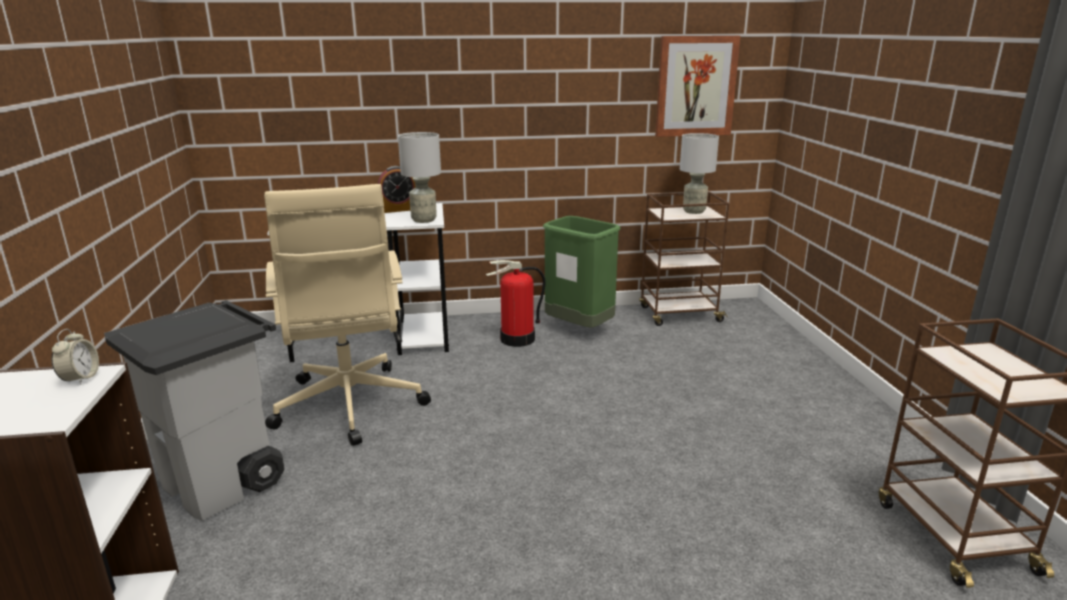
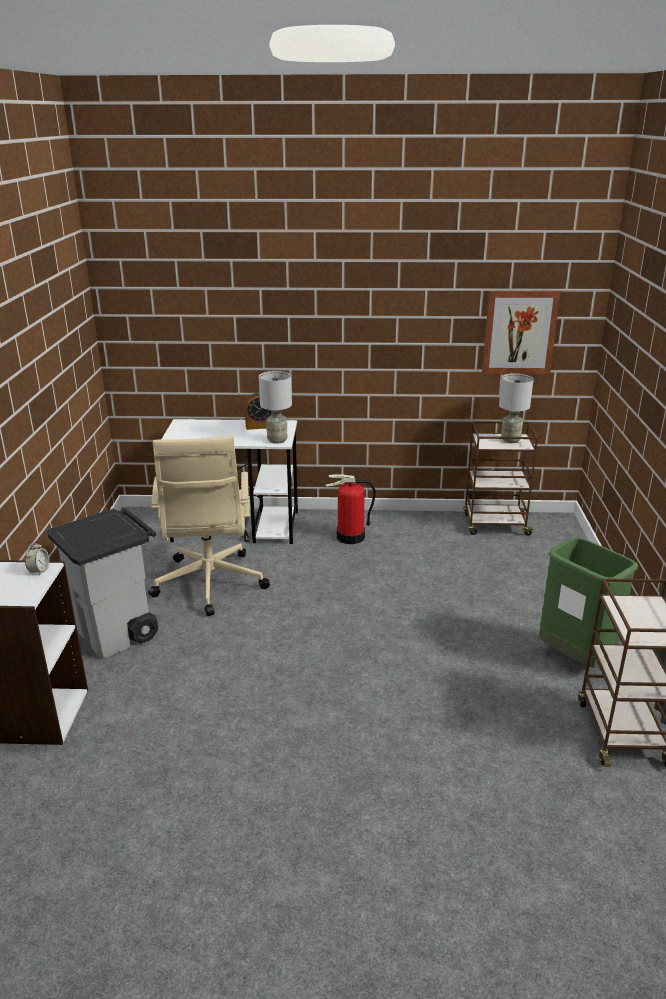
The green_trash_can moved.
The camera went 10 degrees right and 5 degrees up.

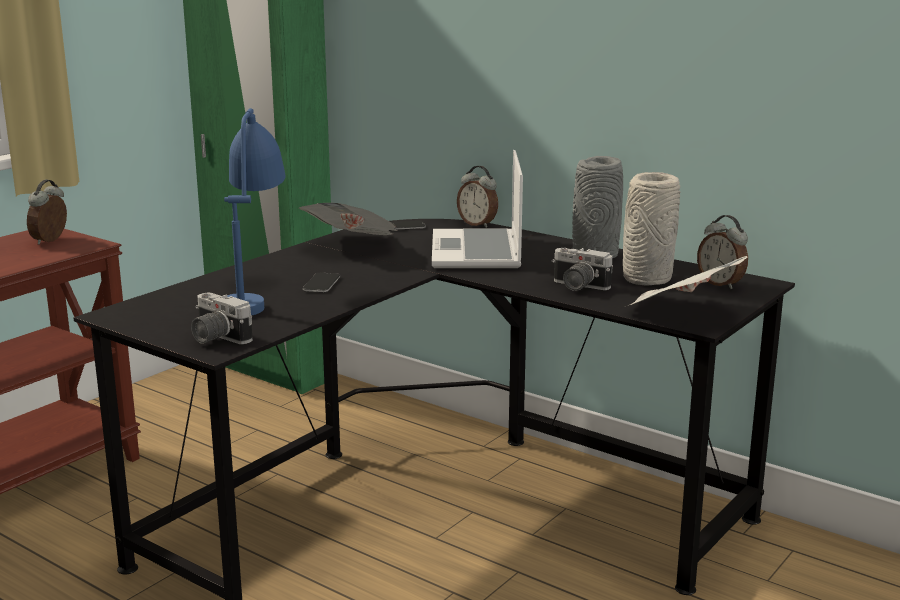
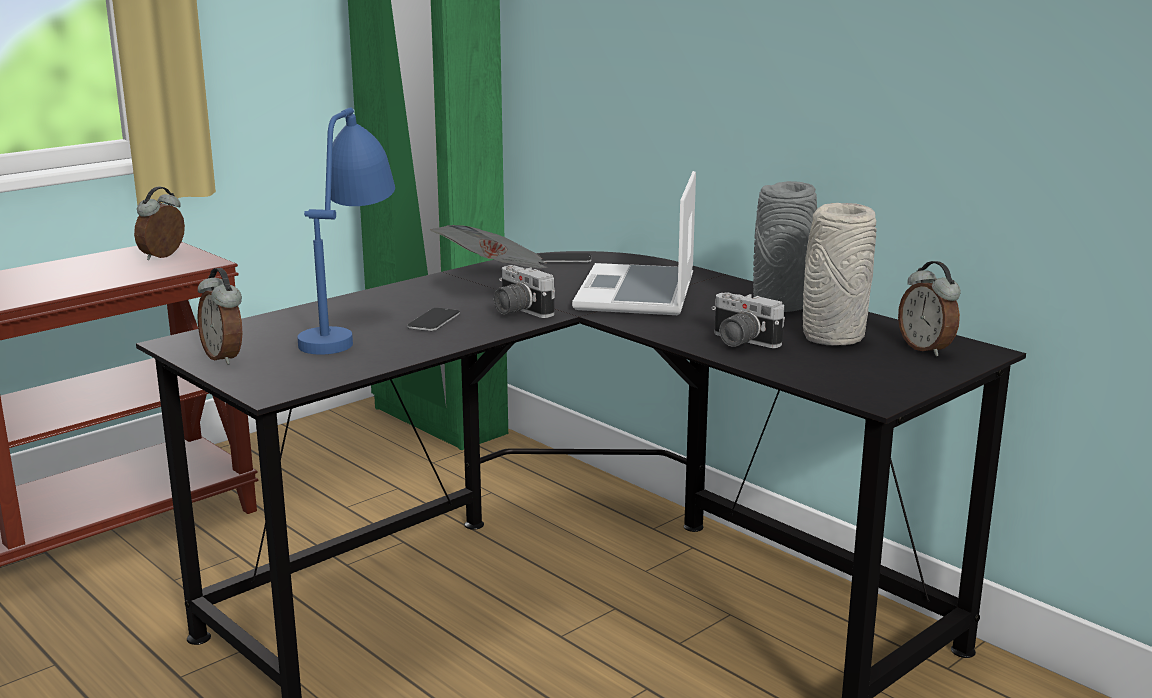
The alarm_clock (2nd from left) moved.
The newspaper (2nd from left) disappeared.
The photo_camera (1st from left) moved.
The camera went 10 degrees right and 0 degrees up.

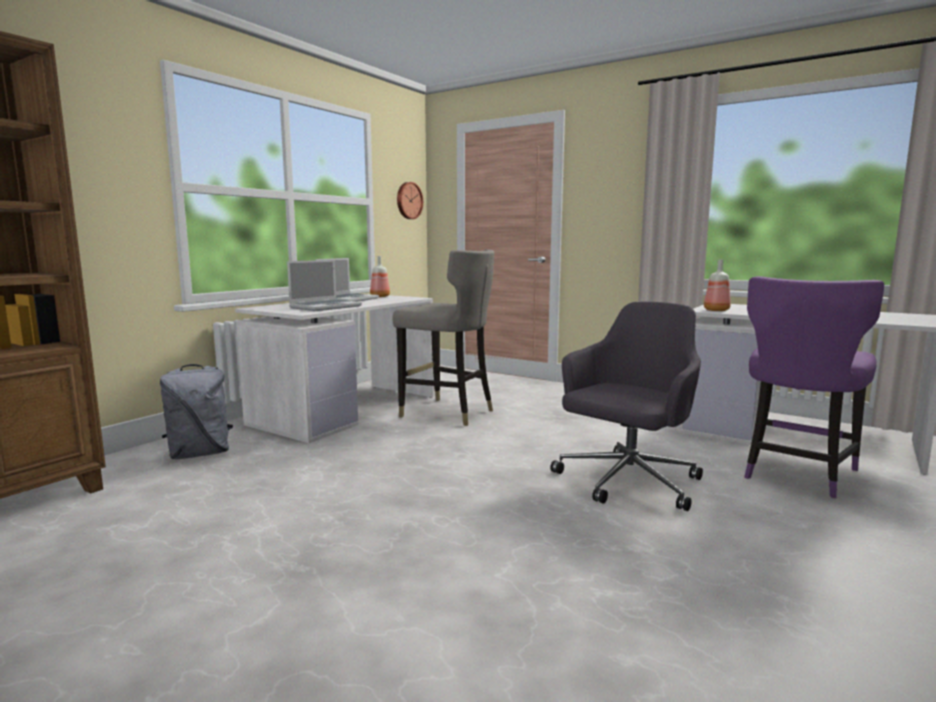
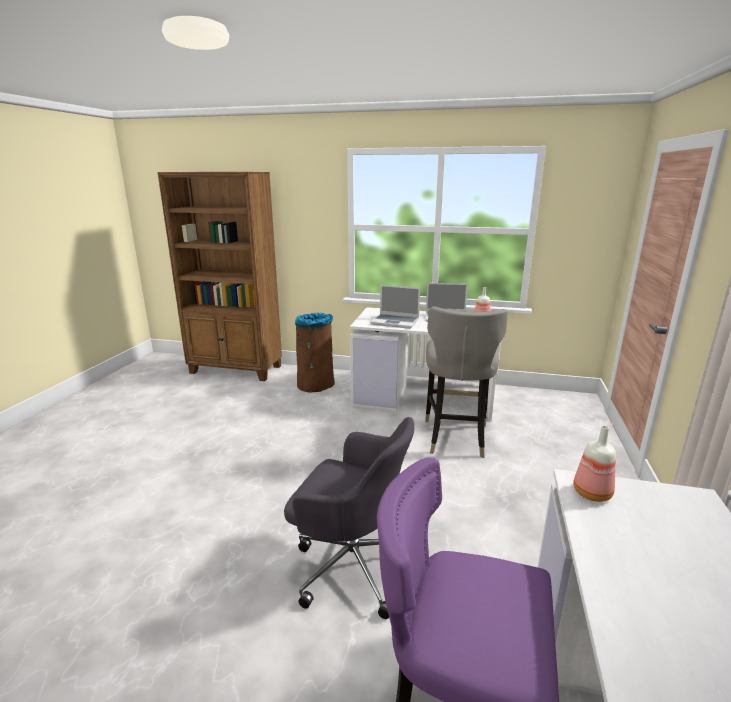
The wall_clock disappeared.
The grey_backpack was replaced by the brown_trash_can.
The camera went 70 degrees right and 10 degrees up.

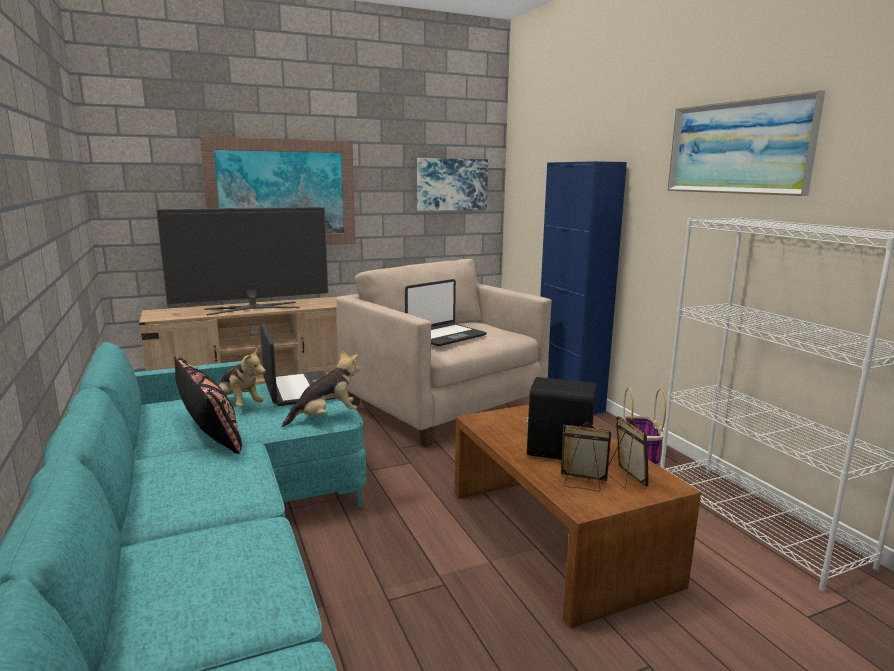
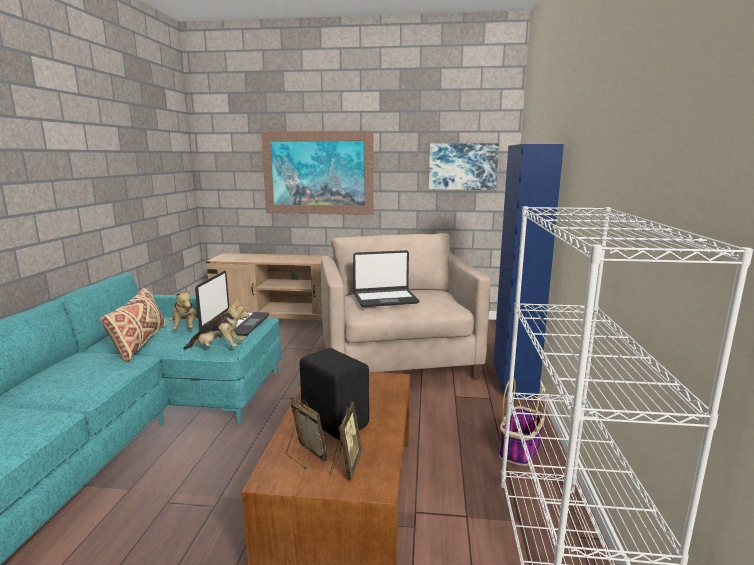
The picture (3rd from left) disappeared.
The television disappeared.
The black_pillow became the beige_pillow.
The camera went 30 degrees right and 0 degrees up.

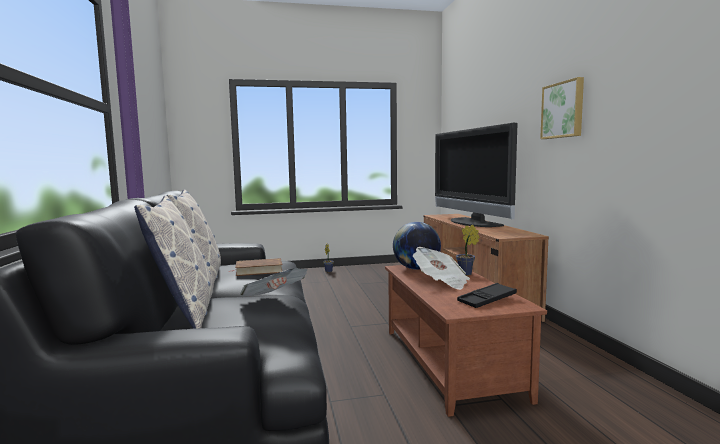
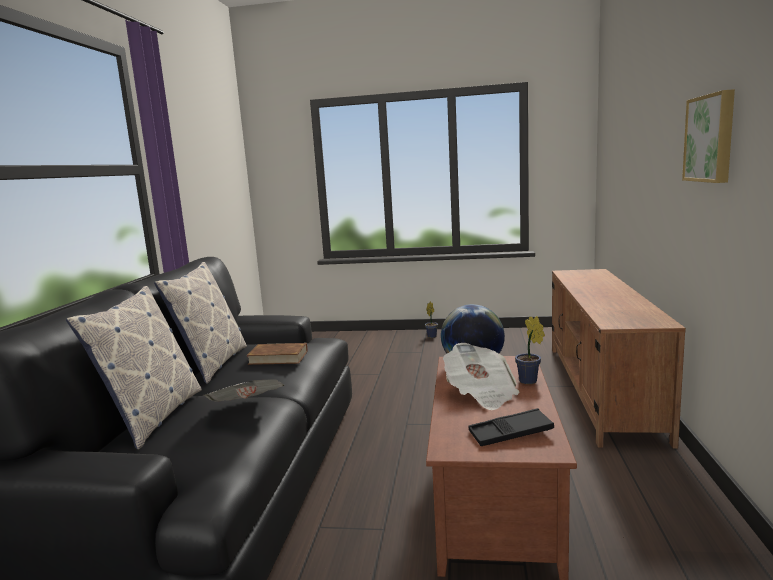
The television disappeared.
The camera went 20 degrees right and 5 degrees up.

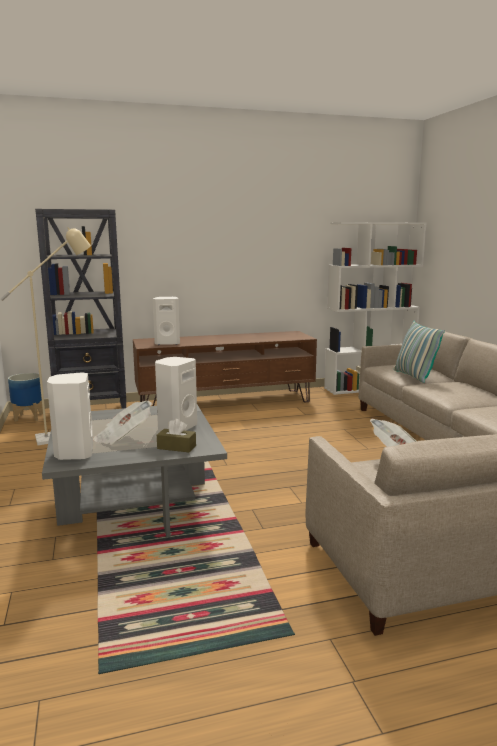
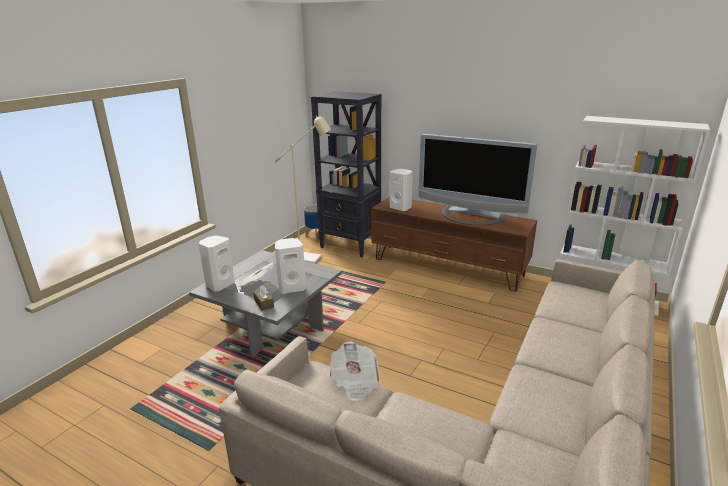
The pillow disappeared.
The television appeared.
The camera went 45 degrees right and 10 degrees up.

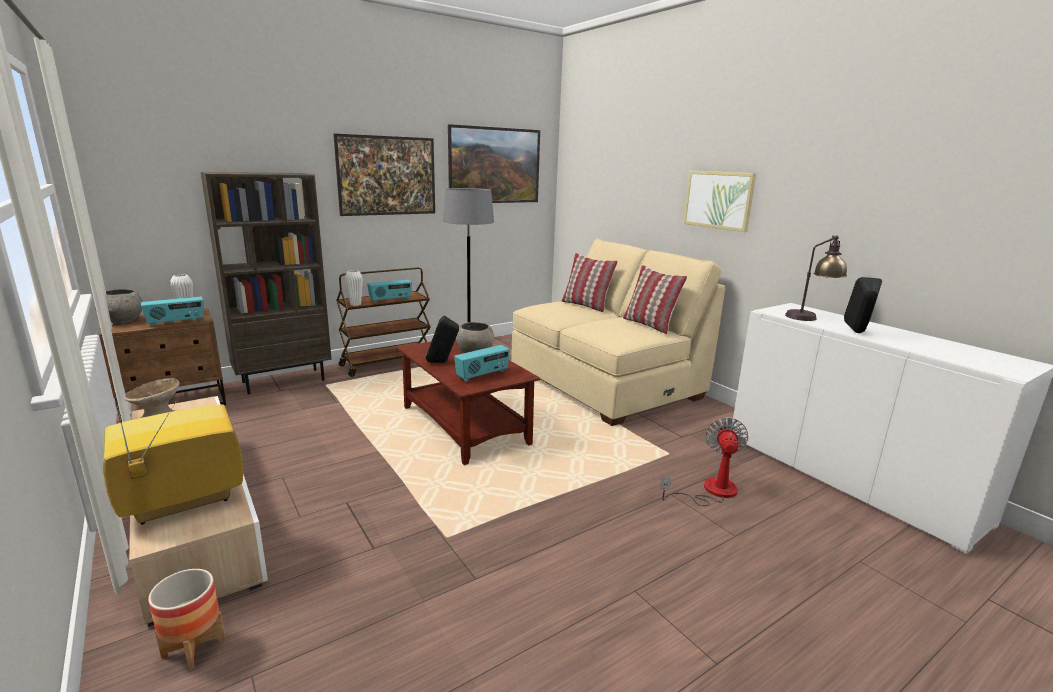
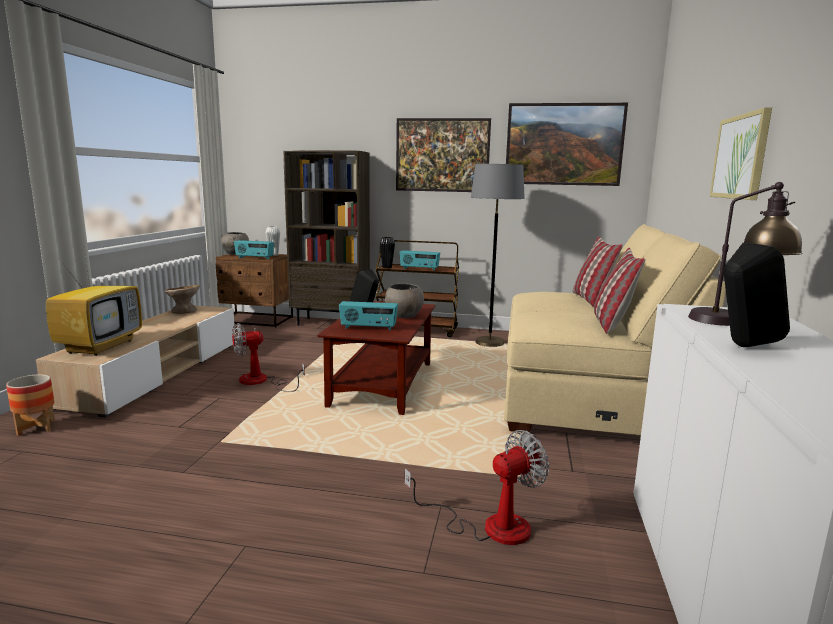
The white_vase (2nd from left) became the black_vase.
The television turned 90 degrees clockwise.
The fan (1st from left) appeared.
The camera went 45 degrees right and 5 degrees down.

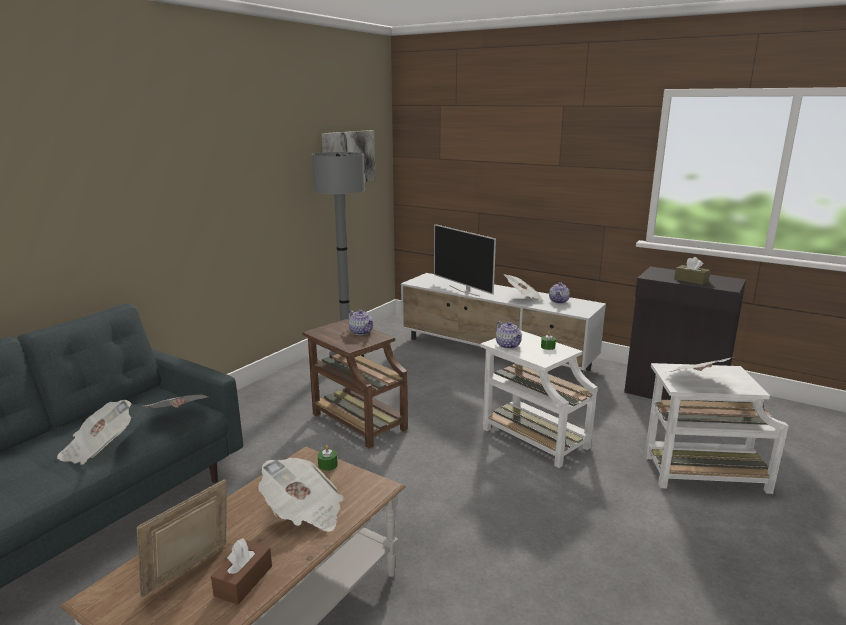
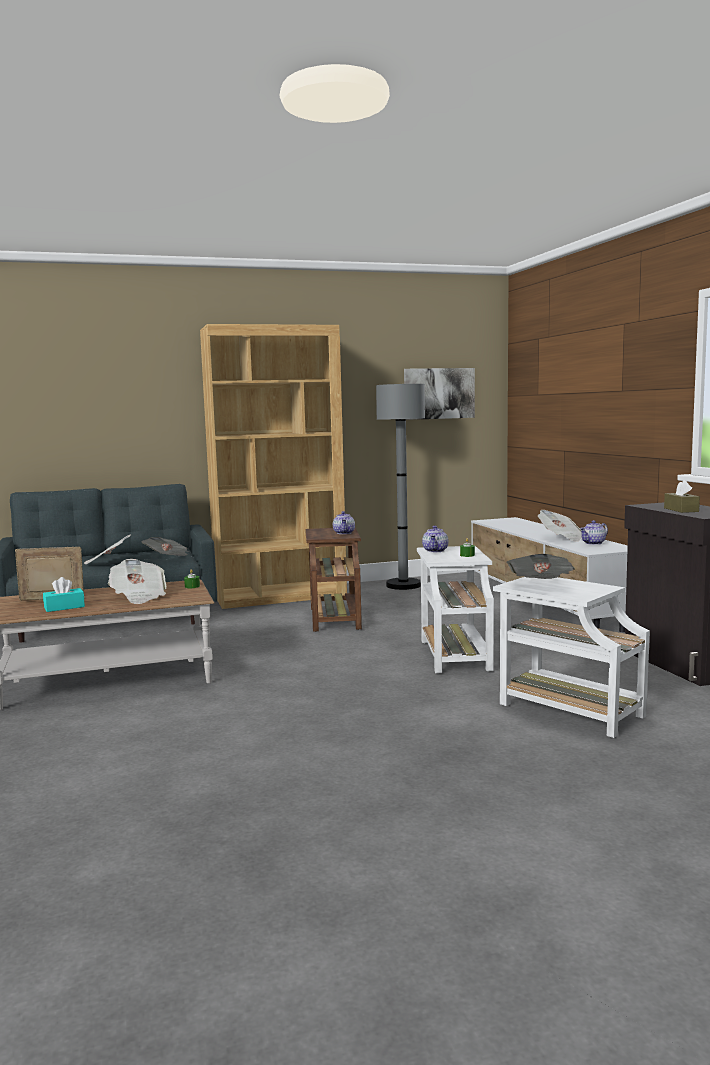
The television disappeared.
The brown_tissue_box (1st from left) became the turquoise_tissue_box.
The brown_bookcase appeared.
The camera went 40 degrees right and 10 degrees down.

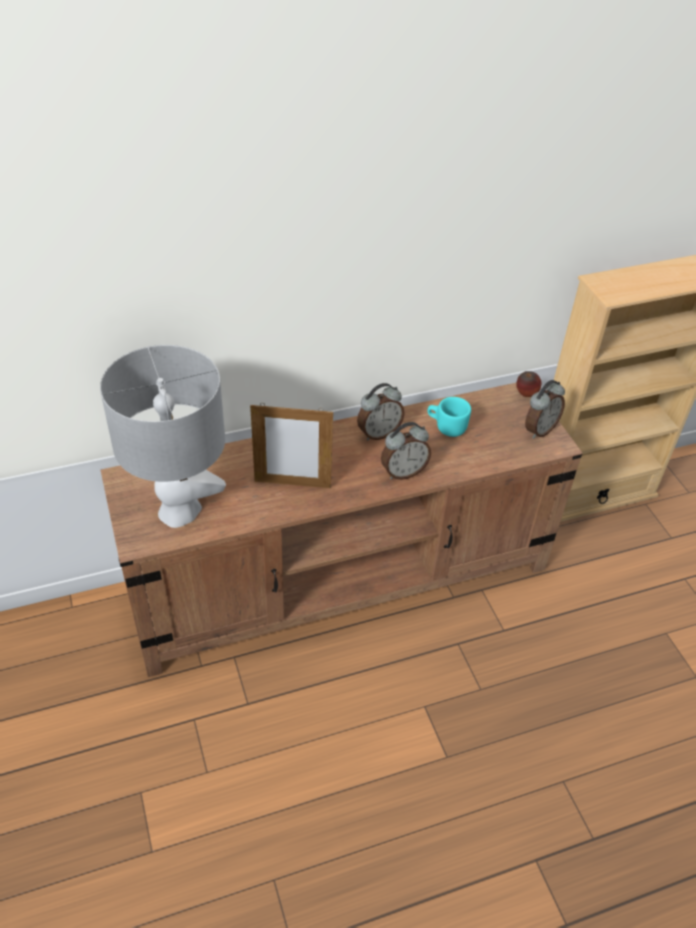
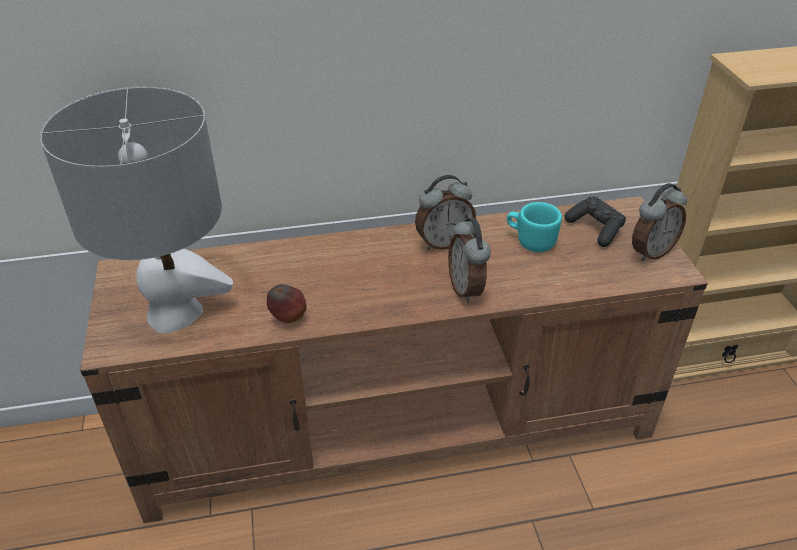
The apple moved.
The picture_frame disappeared.
The alarm_clock (2nd from left) turned 90 degrees clockwise.
The black_game_controller appeared.
The camera went 10 degrees right and 5 degrees down.

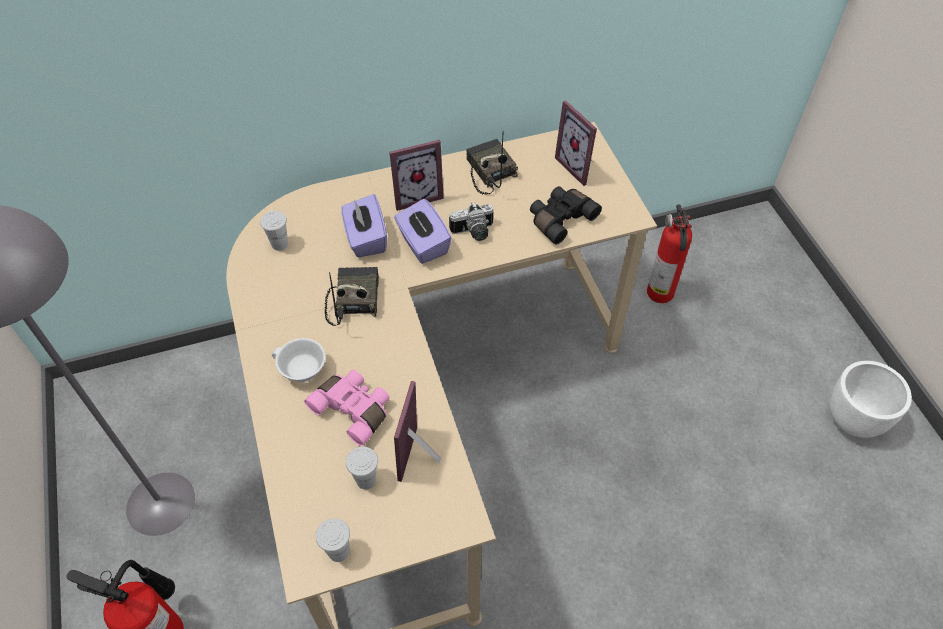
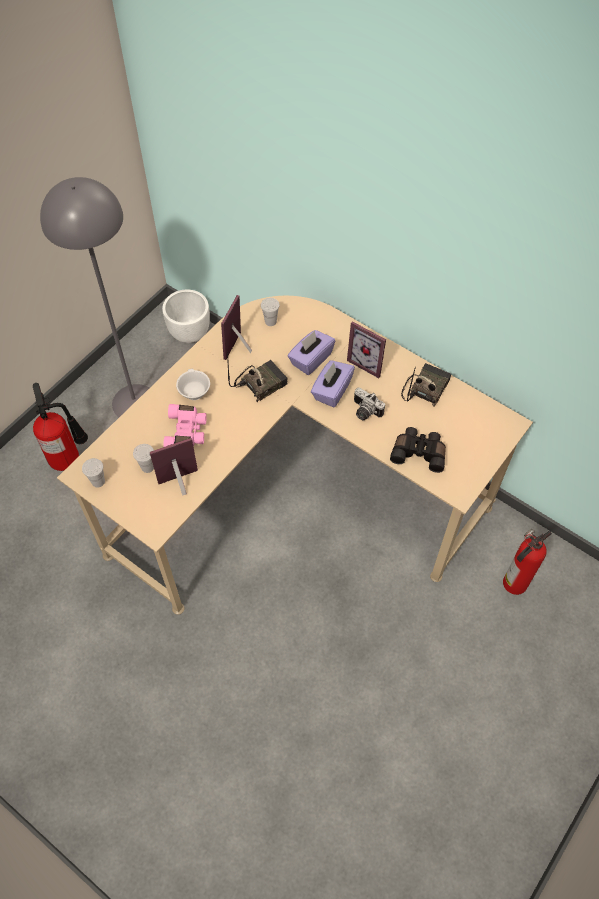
The picture_frame (3rd from left in the first image) moved.
The white_planter moved.
The camera went 55 degrees right and 5 degrees up.

